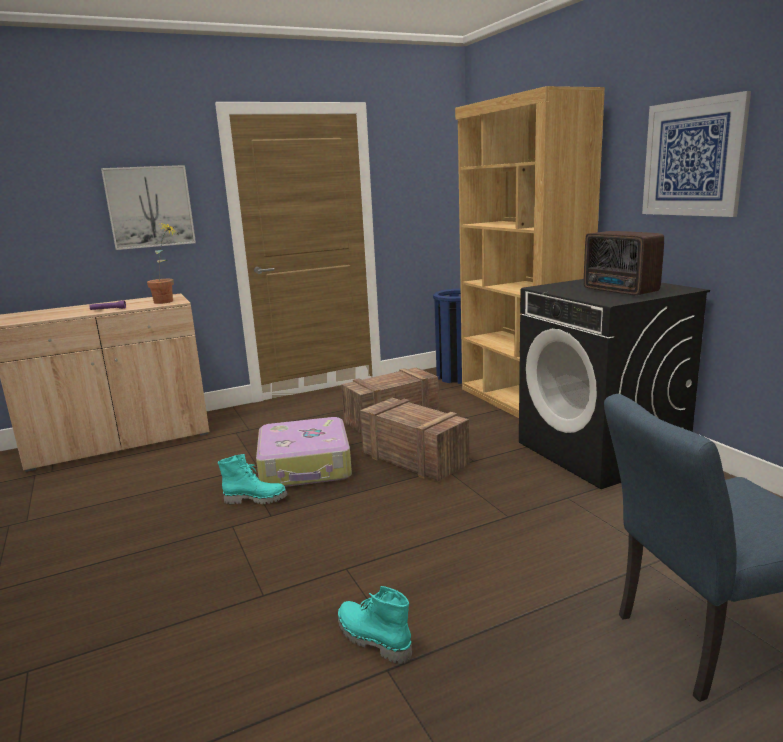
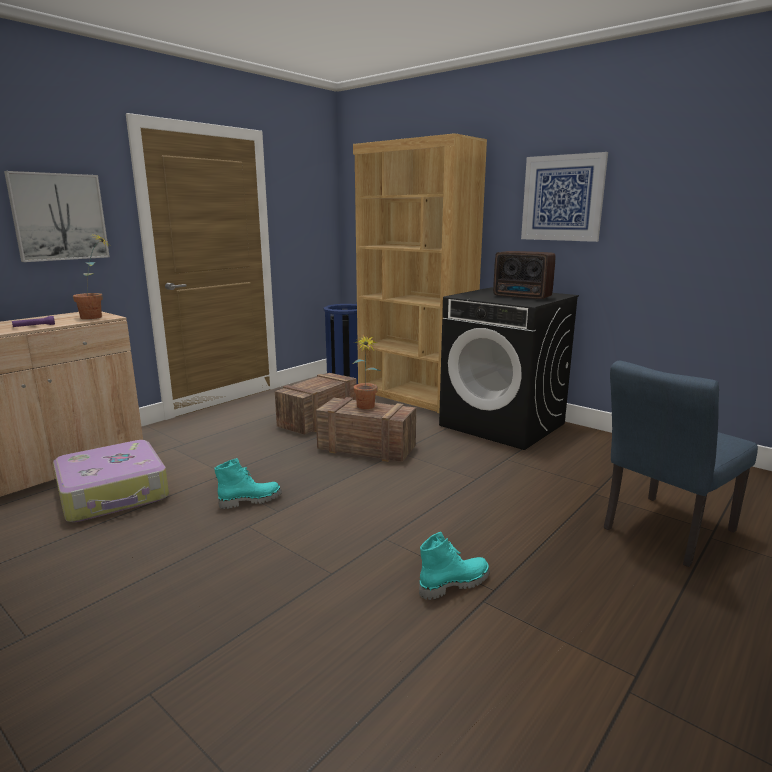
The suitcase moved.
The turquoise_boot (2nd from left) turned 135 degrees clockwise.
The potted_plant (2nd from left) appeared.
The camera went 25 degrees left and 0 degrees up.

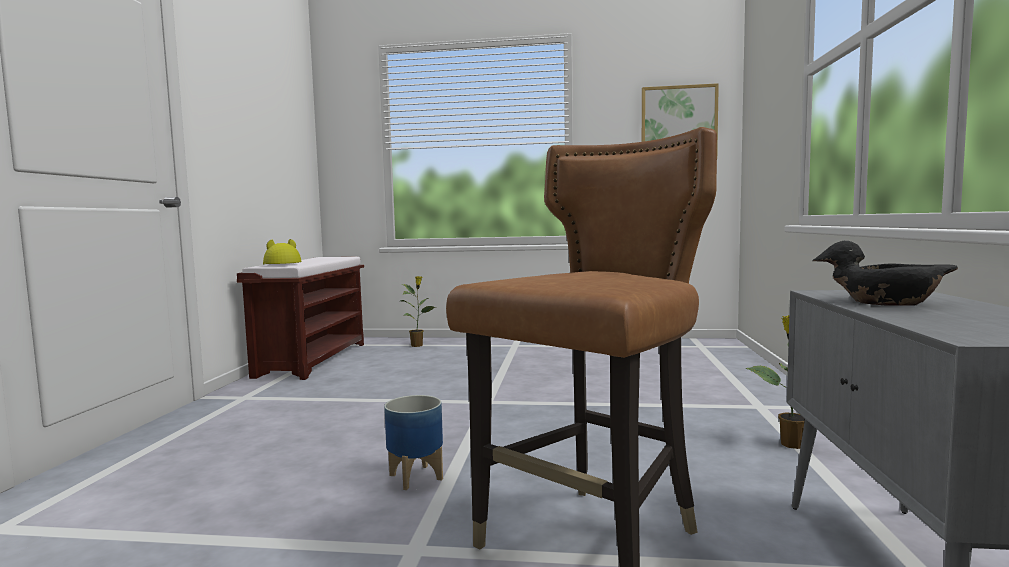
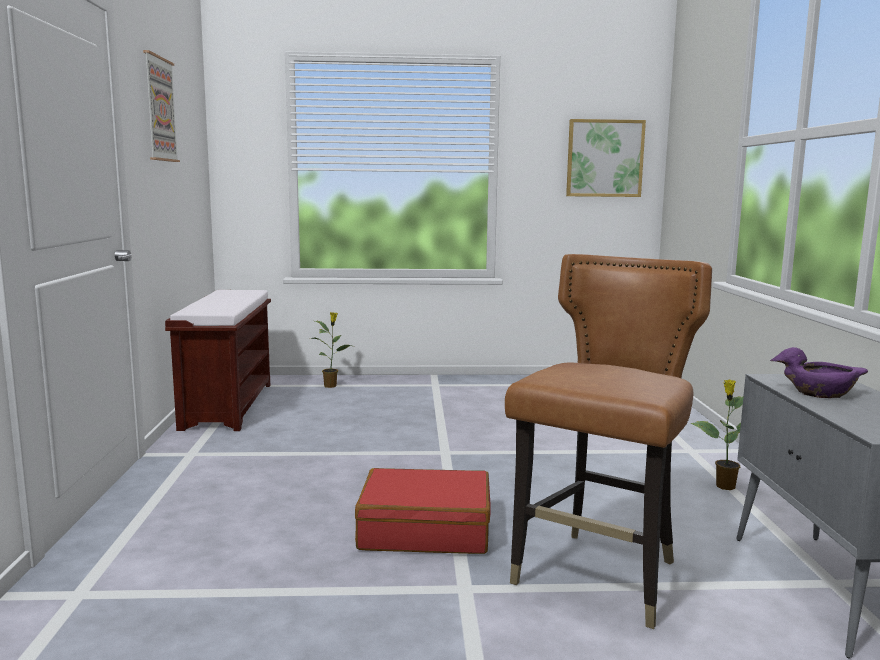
The yellow_hat disappeared.
The black_bowl became the purple_bowl.
The planter was replaced by the red_suitcase.
The picture (1st from left) appeared.
The camera went 10 degrees left and 5 degrees up.

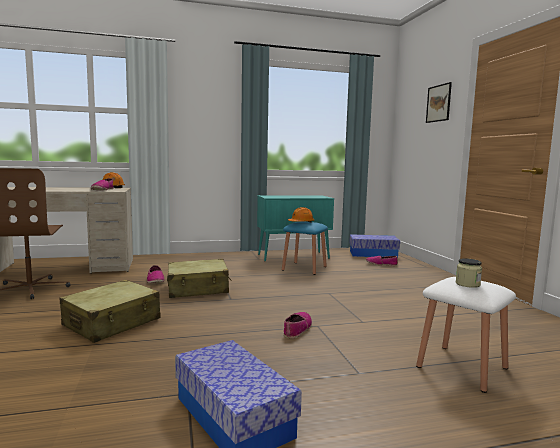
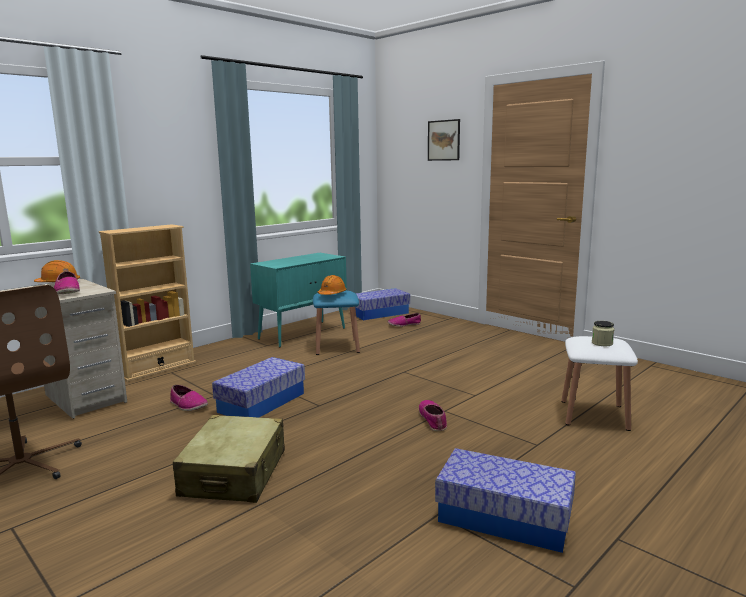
The beige_suitcase (2nd from left) was replaced by the storage_box (1st from left).
The beige_bookcase appeared.
The camera went 30 degrees left and 5 degrees up.

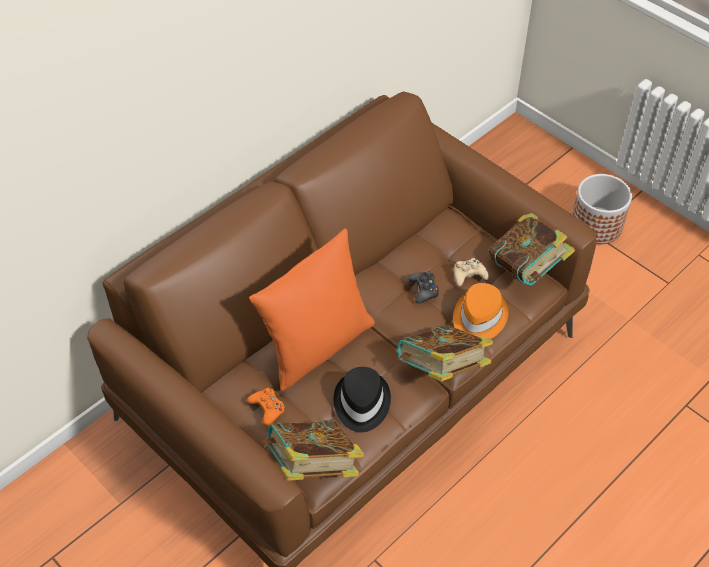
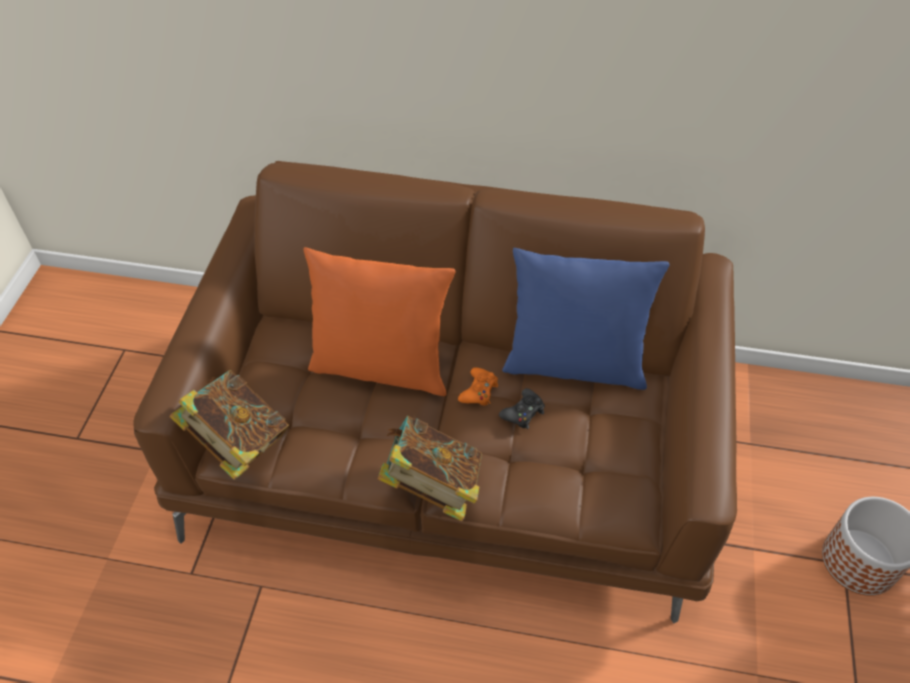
The book (3rd from left) disappeared.
The beige_game_controller disappeared.
The orange_hat disappeared.
The black_hat disappeared.
The orange_game_controller moved.
The blue_pillow appeared.
The camera went 55 degrees right and 0 degrees up.

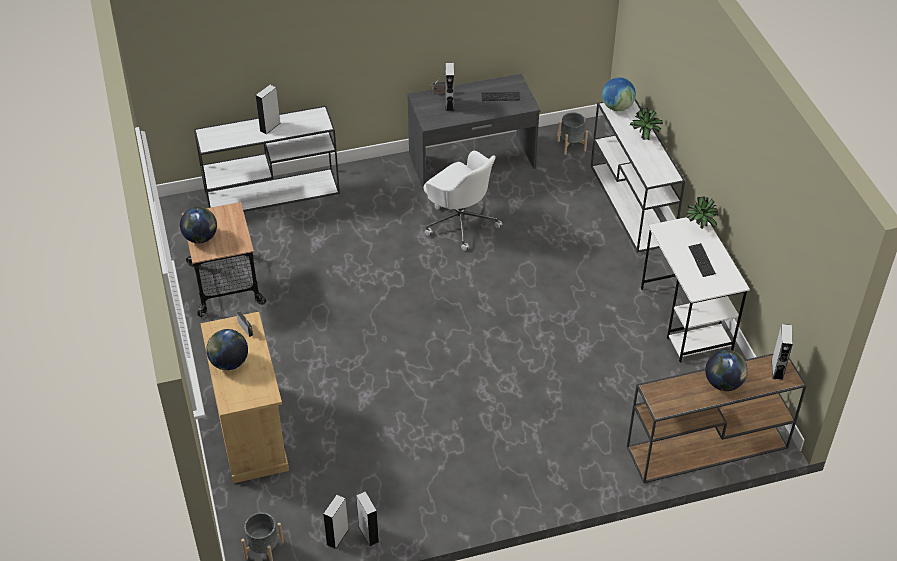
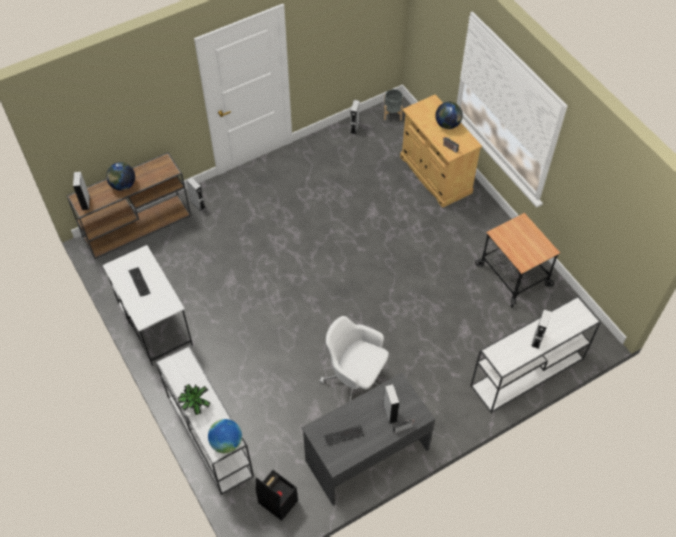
The grey_planter (2nd from left) was replaced by the black_storage_box.
The potted_plant (2nd from left) disappeared.
The globe (1st from left) disappeared.
The grey_speaker (3rd from left in the first image) moved.
The camera went 165 degrees right and 10 degrees up.

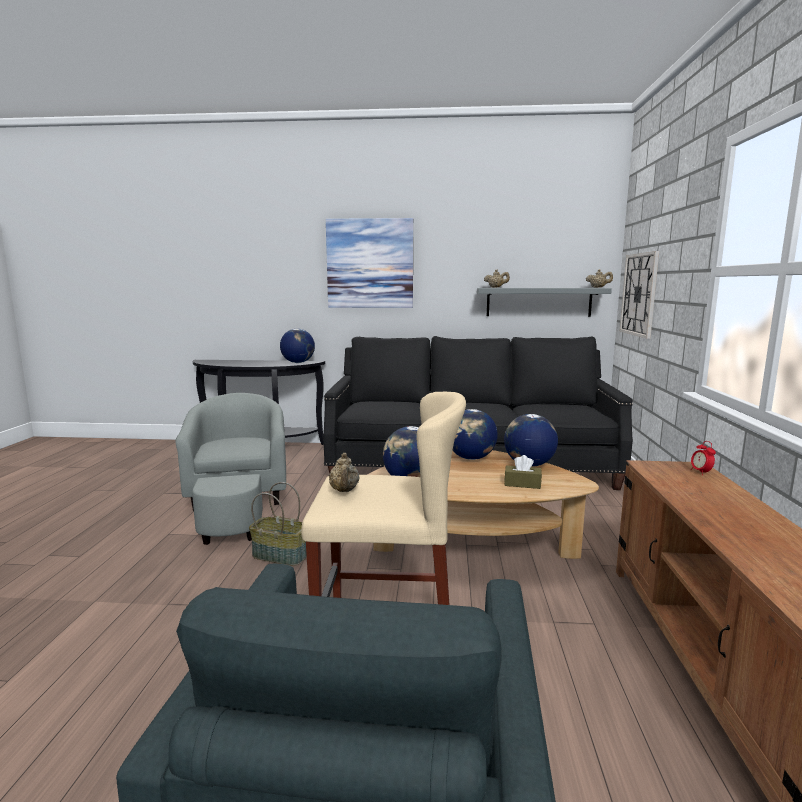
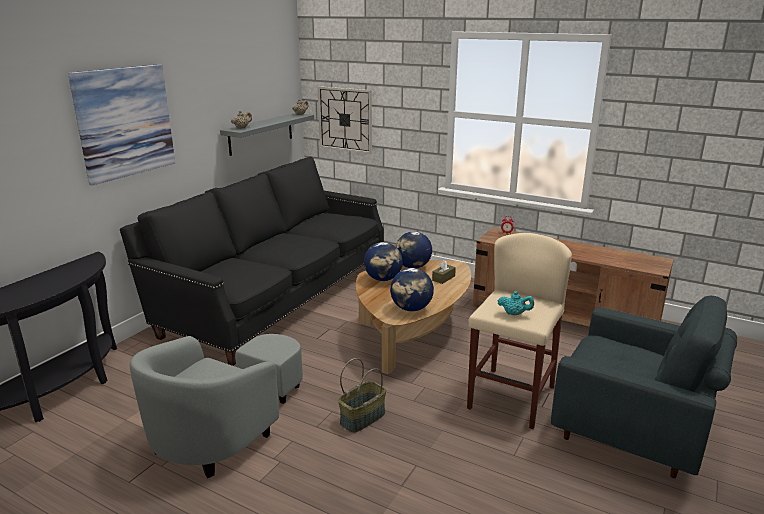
The globe (1st from left) disappeared.
The grey_armchair (1st from left) turned 75 degrees counterclockwise.
The beige_teapot (1st from left) became the turquoise_teapot.
The camera went 65 degrees left and 10 degrees up.

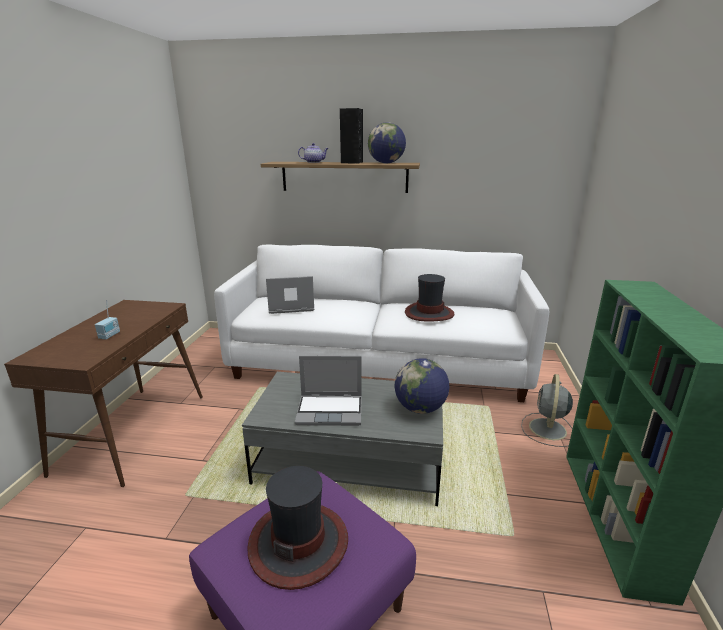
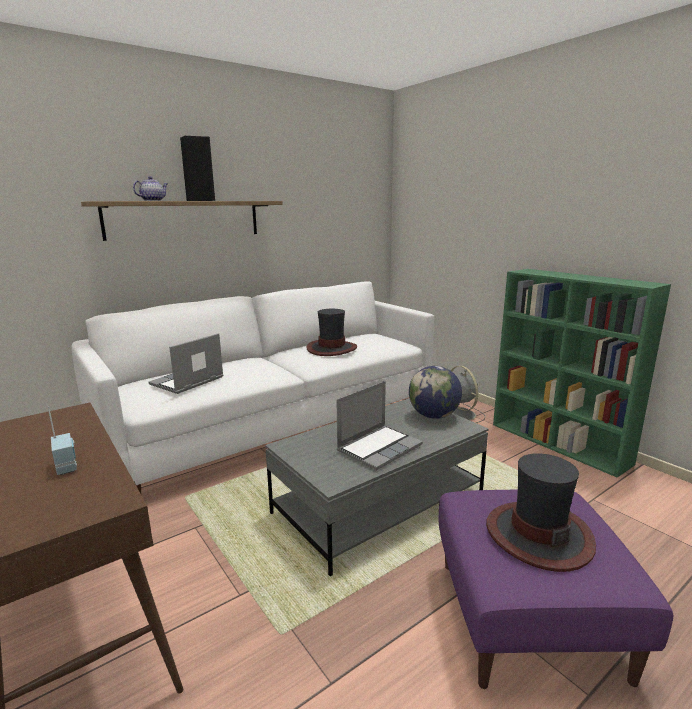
The globe (1st from left) disappeared.
The camera went 45 degrees left and 5 degrees down.

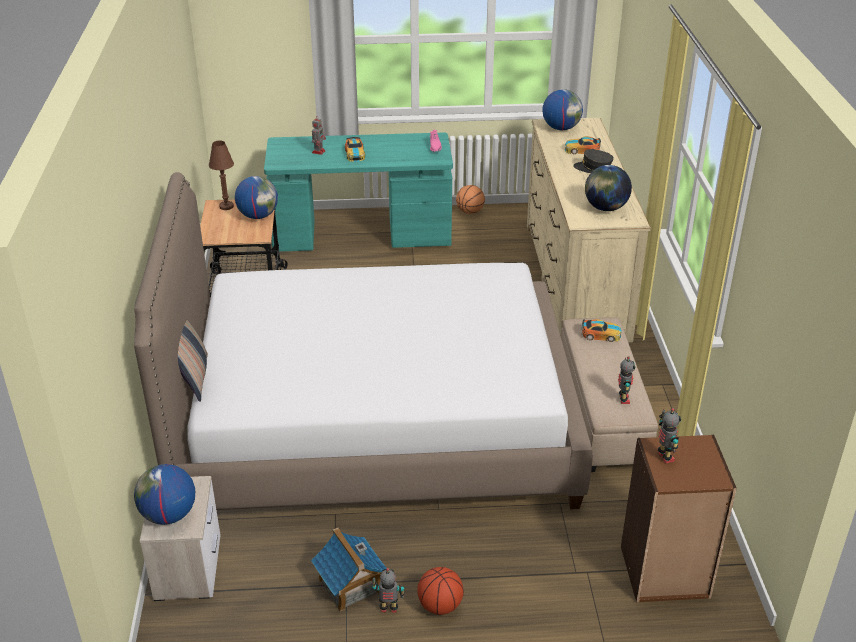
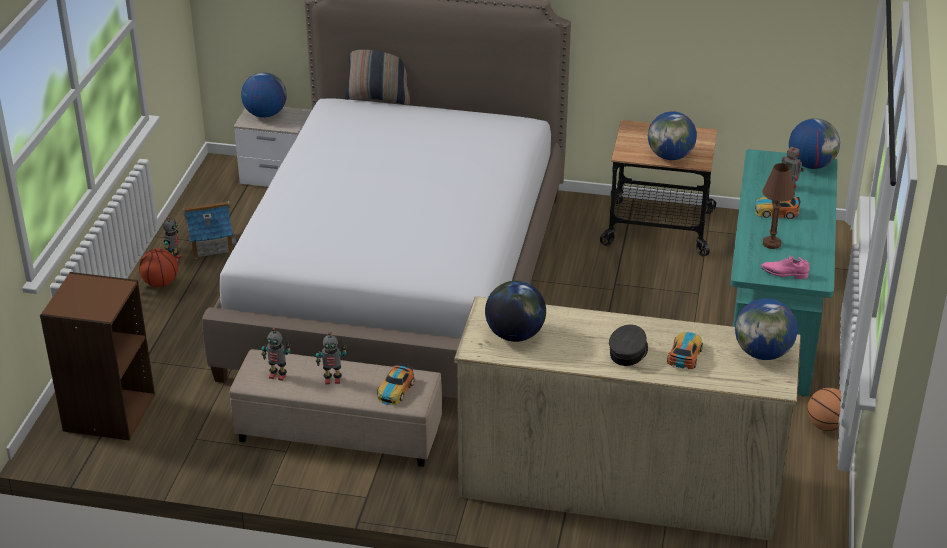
The brown_table_lamp moved.
The toy_robot (4th from left in the first image) moved.
The globe (5th from left) appeared.
The camera went 105 degrees right and 0 degrees up.

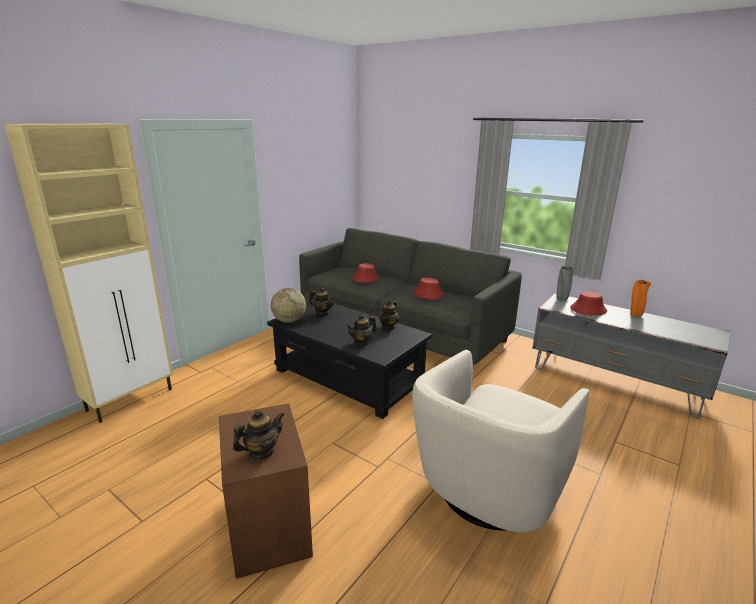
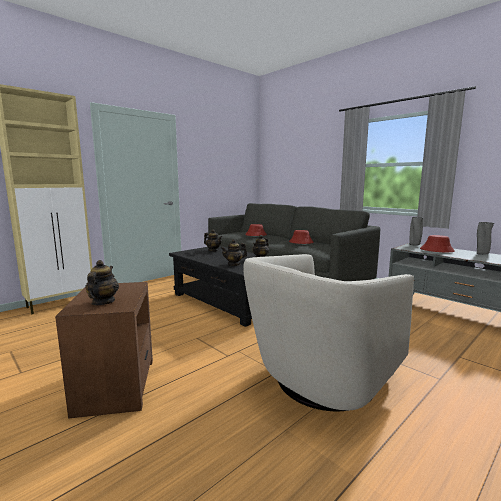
The orange_vase became the grey_vase (2nd from left).
The globe disappeared.
The teapot (1st from left) turned 60 degrees counterclockwise.
The camera went 10 degrees right and 10 degrees down.

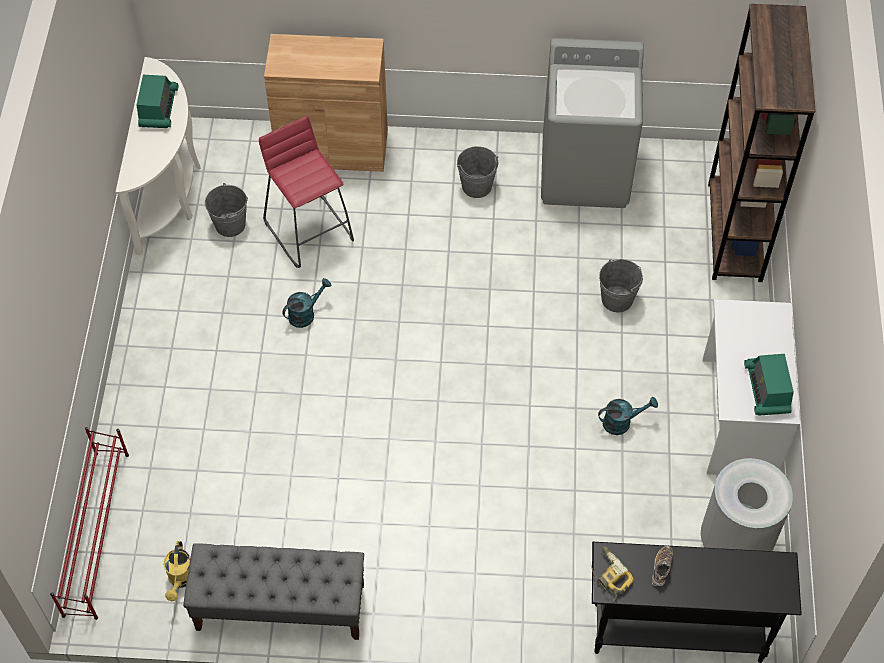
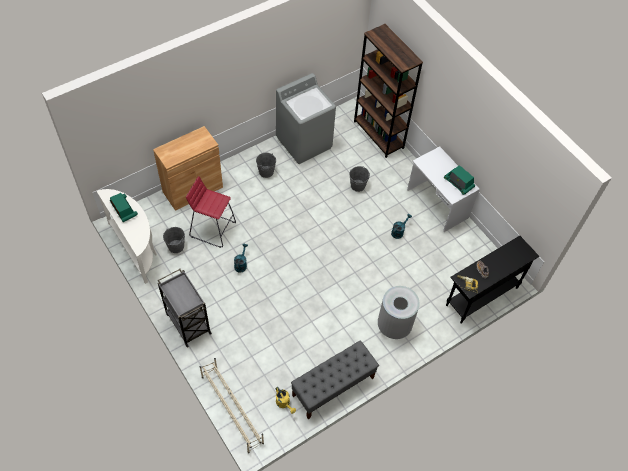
The red_shoe_rack became the beige_shoe_rack.
The grey_trash_can moved.
The grey_cart appeared.
The camera went 40 degrees left and 0 degrees up.

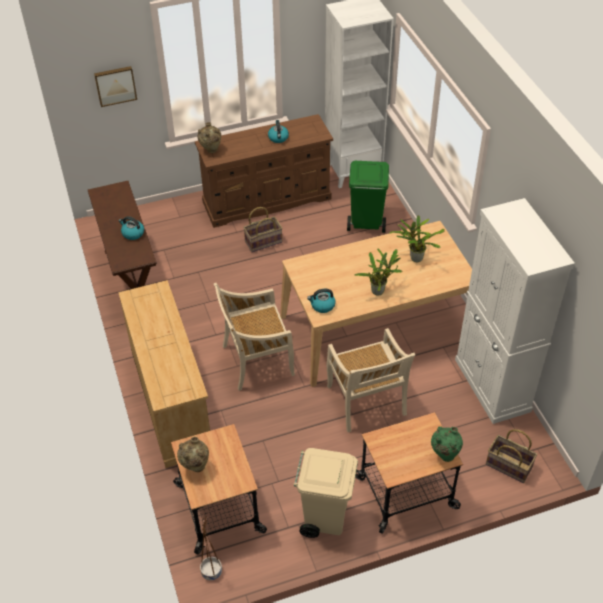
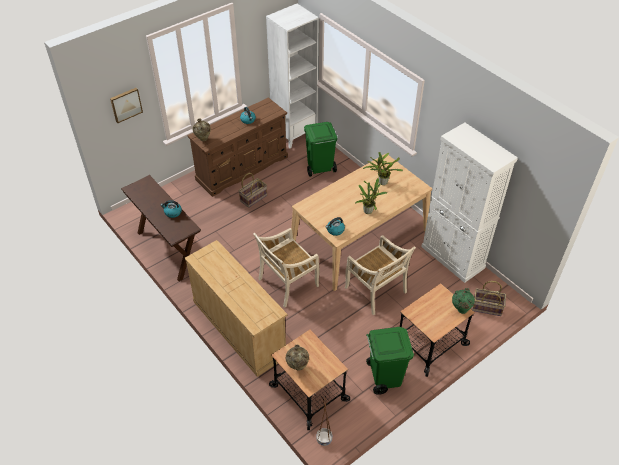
The beige_trash_can became the green_trash_can (2nd from left).
The camera went 20 degrees left and 0 degrees up.

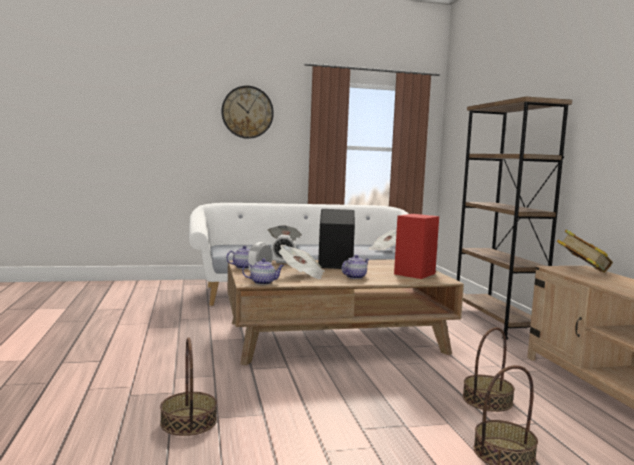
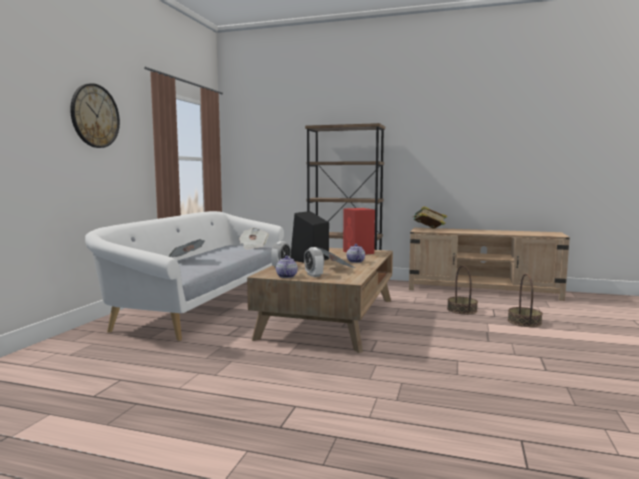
The teapot (2nd from left) disappeared.
The basket (1st from left) disappeared.
The camera went 60 degrees left and 0 degrees up.

